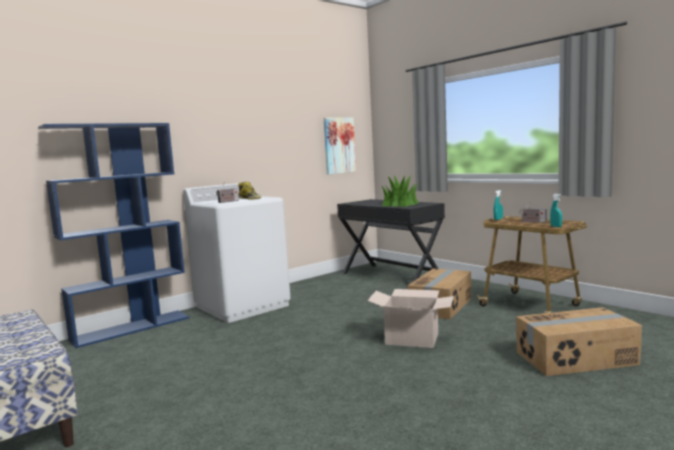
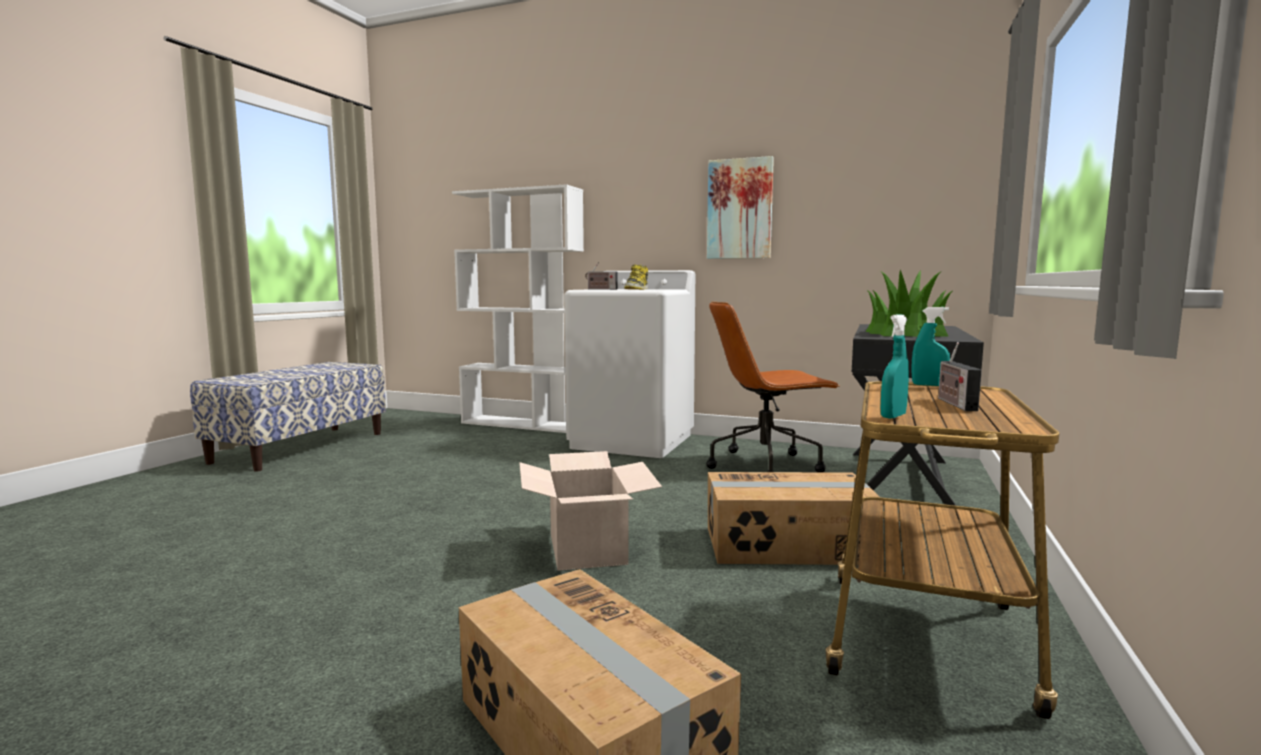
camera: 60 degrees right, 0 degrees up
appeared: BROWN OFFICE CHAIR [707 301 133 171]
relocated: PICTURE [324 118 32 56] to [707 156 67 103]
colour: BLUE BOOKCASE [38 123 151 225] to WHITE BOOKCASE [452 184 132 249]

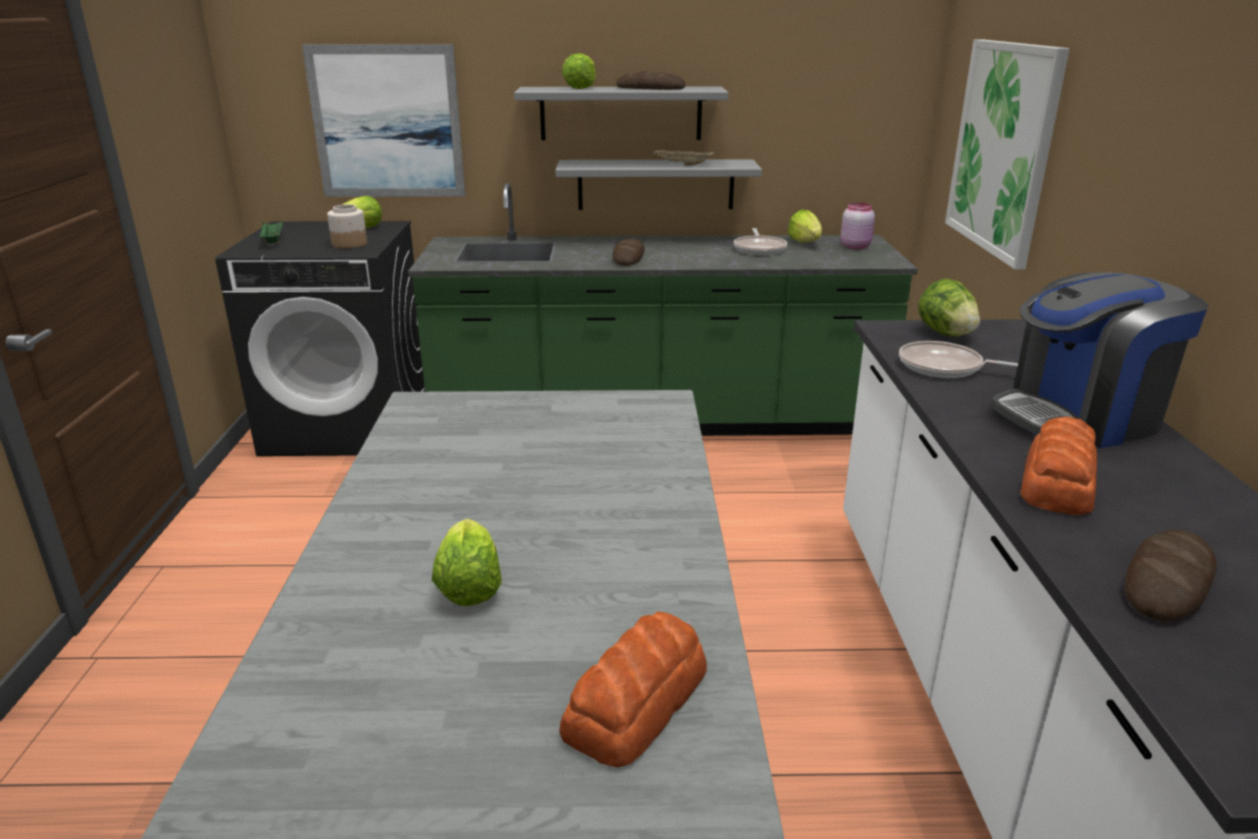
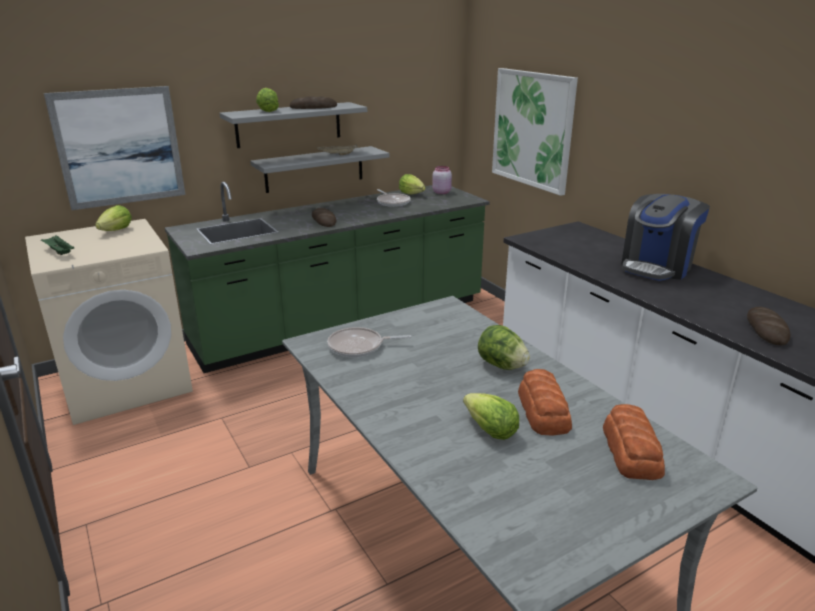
camera: 30 degrees left, 0 degrees up
missing: JAR [327 204 40 44]
relocated: LETTUCE [918 279 62 58] to [478 325 52 45]; FRYING PAN [899 341 119 37] to [327 327 85 30]; BREAD [1020 416 77 99] to [518 369 54 66]
colour: BLACK WASHING MACHINE [215 221 210 235] to BEIGE WASHING MACHINE [25 219 168 206]

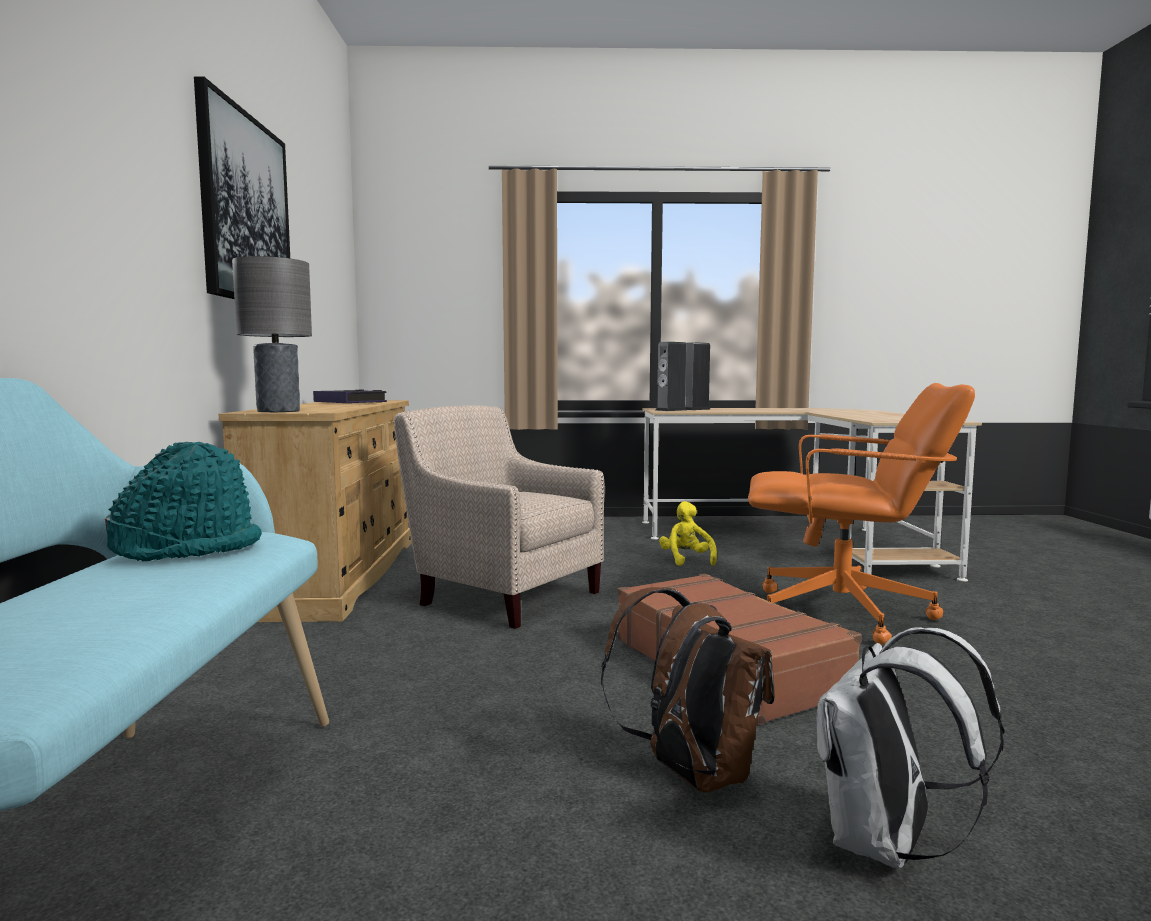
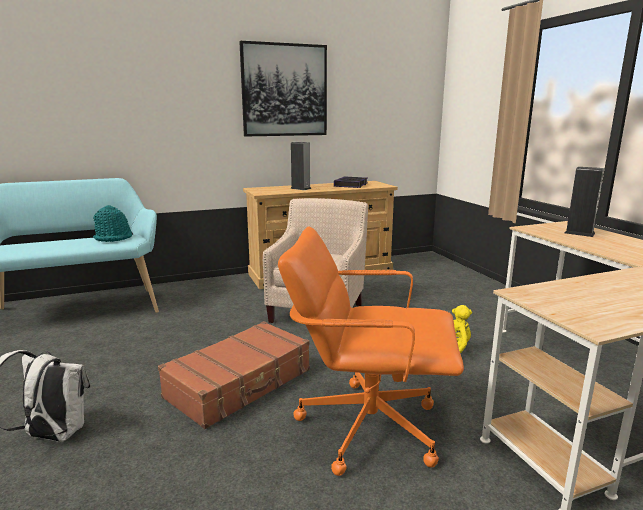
camera: 70 degrees right, 10 degrees up
missing: GREY TABLE LAMP [232 256 80 156]; BROWN BACKPACK [601 587 174 206]
relocated: SPEAKER [656 342 31 69] to [290 142 22 48]
spun: ORANGE OFFICE CHAIR [748 383 227 262] = [278 226 186 250] 105 degrees clockwise

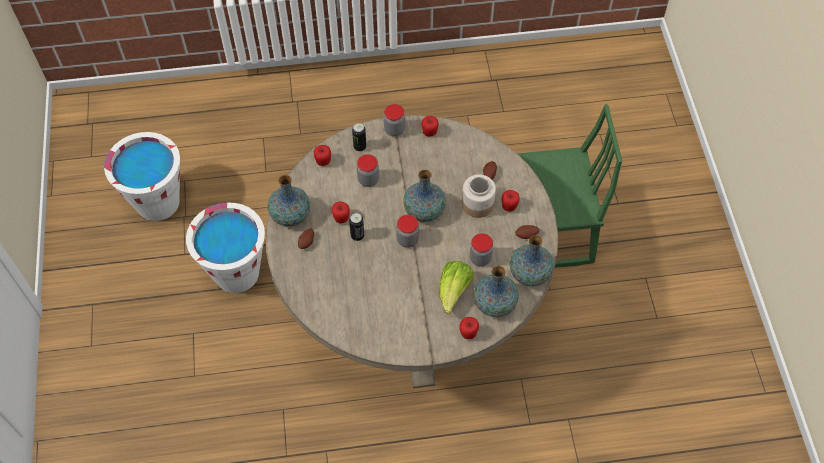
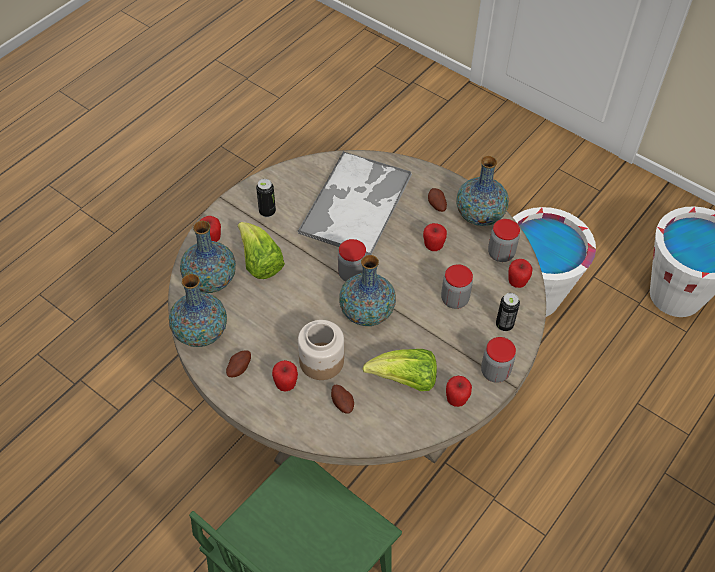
camera: 135 degrees right, 5 degrees down
appeared: TRAY [297 151 115 104]; LETTUCE [362 349 75 42]
relocated: CAN [349 213 15 28] to [256 179 20 38]; JAR [469 233 24 33] to [488 219 32 43]

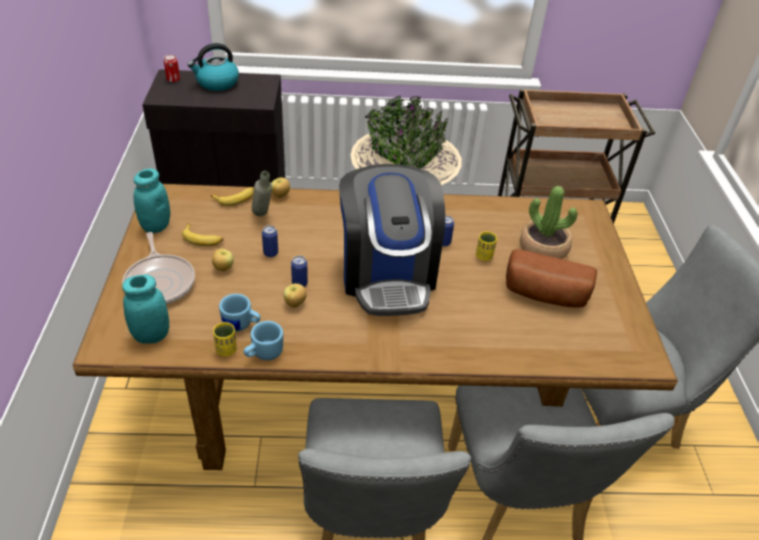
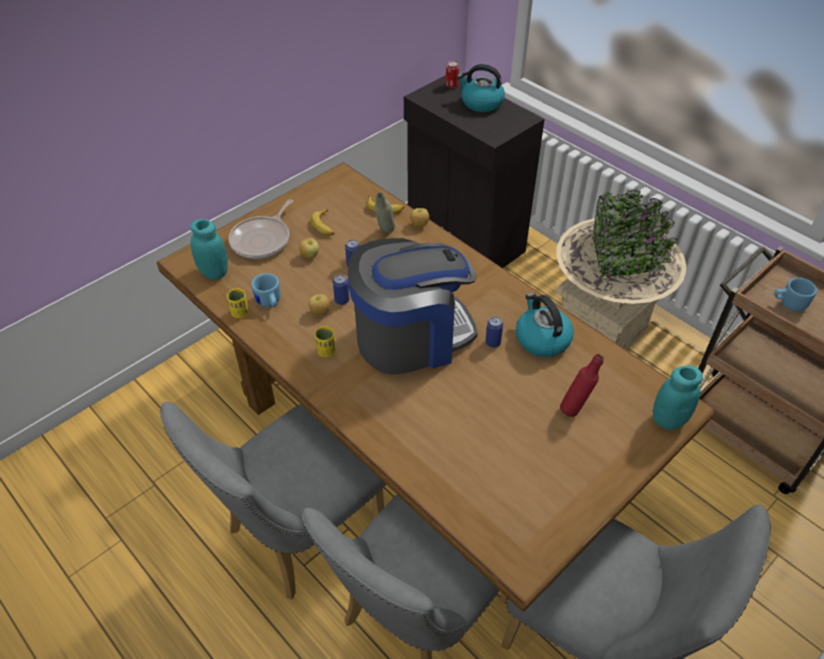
camera: 50 degrees right, 5 degrees up
missing: BREAD [506 249 91 58]
appeared: KETTLE [516 293 58 64]
relocated: TURQUOISE JAR [133 168 37 65] to [653 365 50 65]; YELLOW CUP [476 231 21 30] to [315 326 21 31]; BLUE MUG [244 321 39 39] to [774 278 43 34]
exchanged: POTTED PLANT [520 186 57 73] to RED BOTTLE [560 354 44 63]
spun: COFFEE MACHINE [339 164 106 152] = [348 238 130 137] 150 degrees counterclockwise

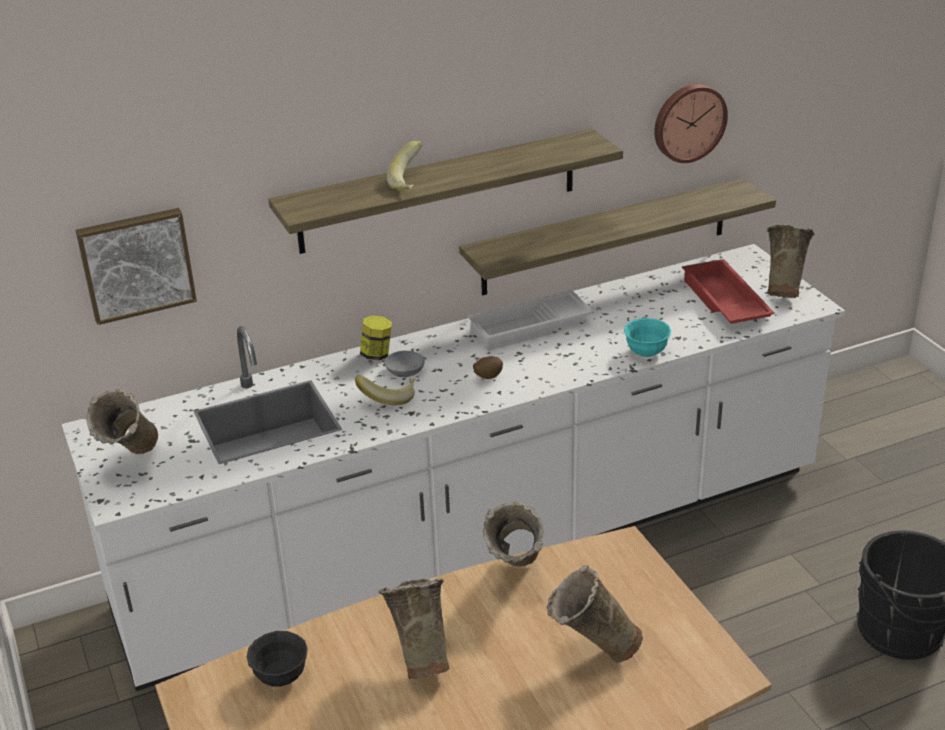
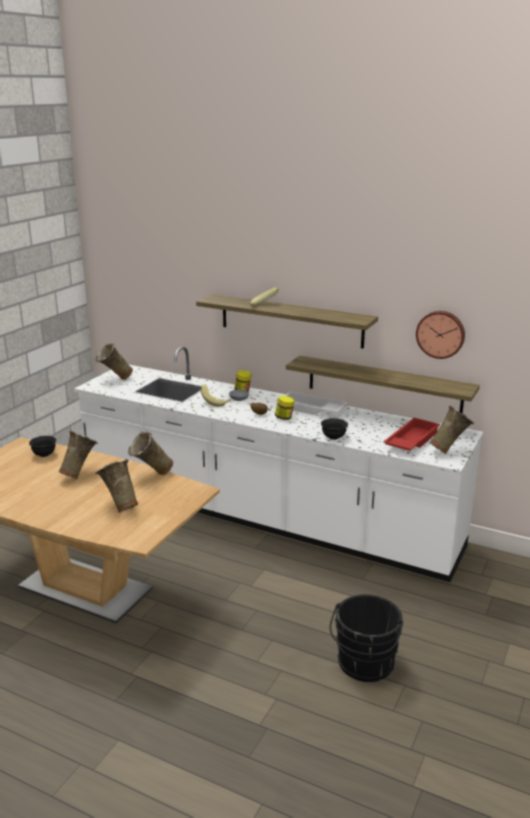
camera: 50 degrees right, 10 degrees down
missing: PICTURE [76 208 121 117]
appeared: JAR [275 396 20 24]
colour: TURQUOISE BOWL [624 318 47 39] to BLACK BOWL [321 418 27 22]

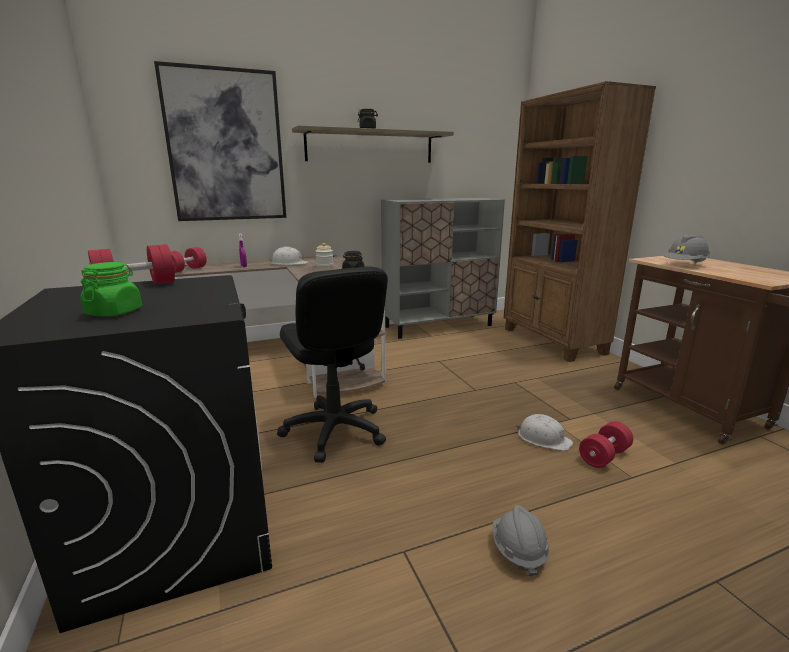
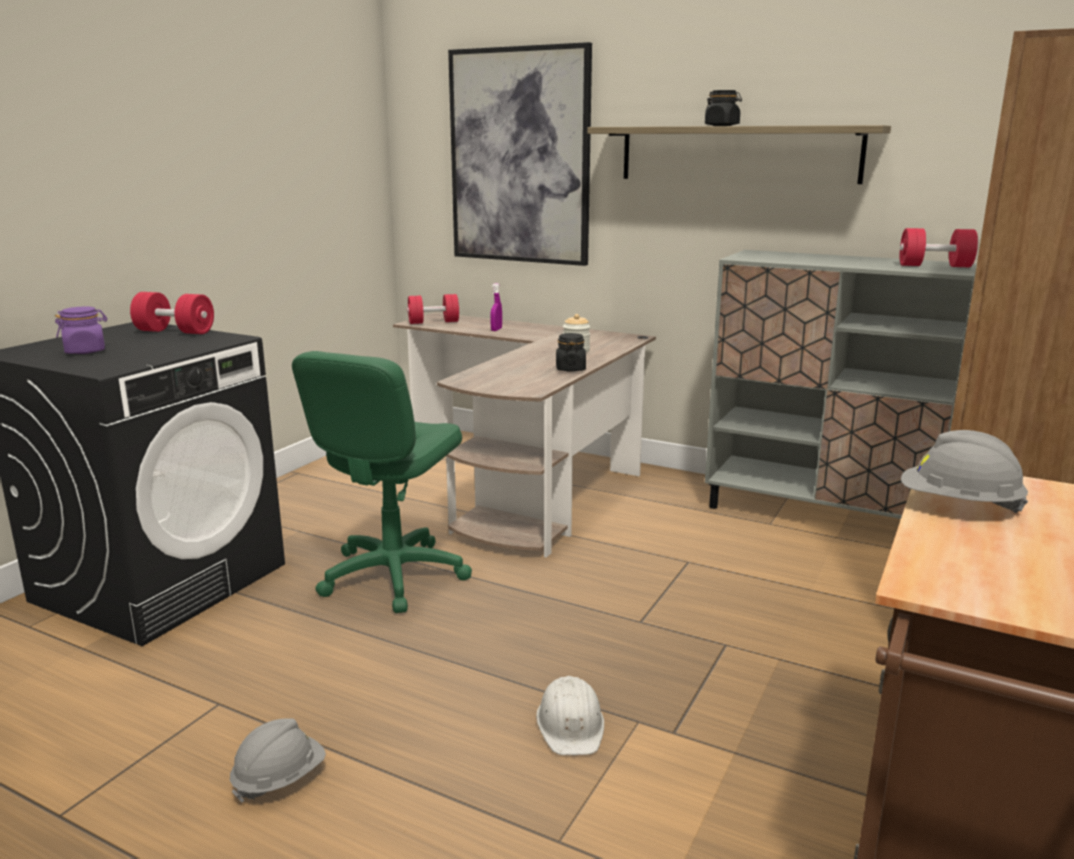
camera: 50 degrees right, 0 degrees up
missing: WHITE HARD HAT [269 247 39 18]
relocated: RED DUMBBELL [579 421 54 47] to [900 228 78 39]
colour: GREEN JAR [81 262 61 54] to PURPLE JAR [55 306 52 48]; BLACK OFFICE CHAIR [277 266 111 197] to GREEN OFFICE CHAIR [292 351 180 262]

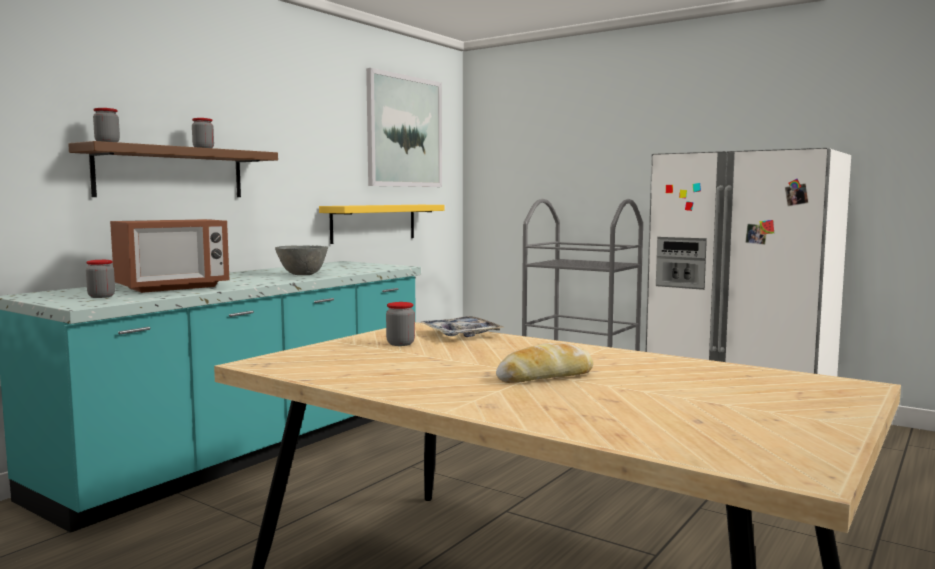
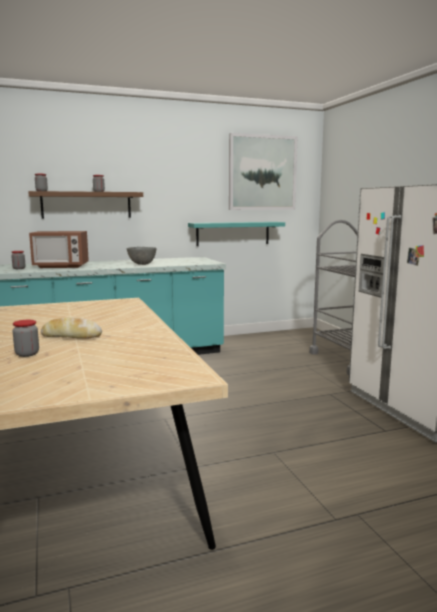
camera: 35 degrees right, 5 degrees up
missing: TRAY [420 316 83 21]
relocated: JAR [386 302 29 44] to [13 320 26 37]
colour: YELLOW SHELF [319 205 126 39] to TURQUOISE SHELF [188 222 97 24]

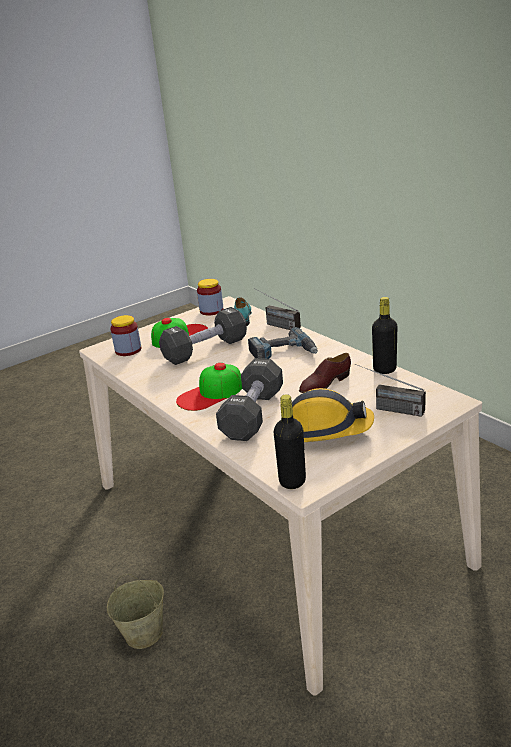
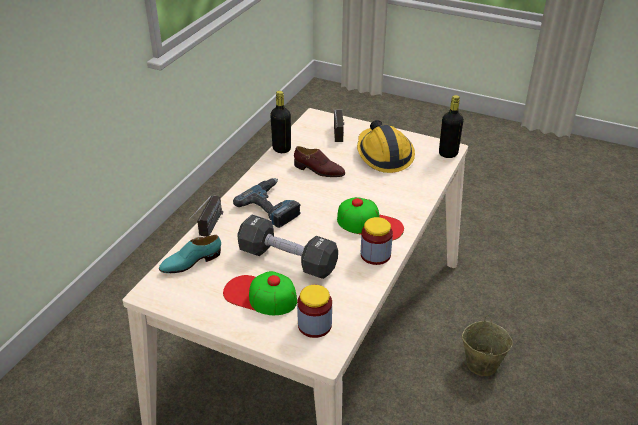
camera: 120 degrees left, 10 degrees up
missing: BLACK DUMBBELL [216 358 67 83]
relocated: JAR [197 279 27 36] to [361 217 32 48]

